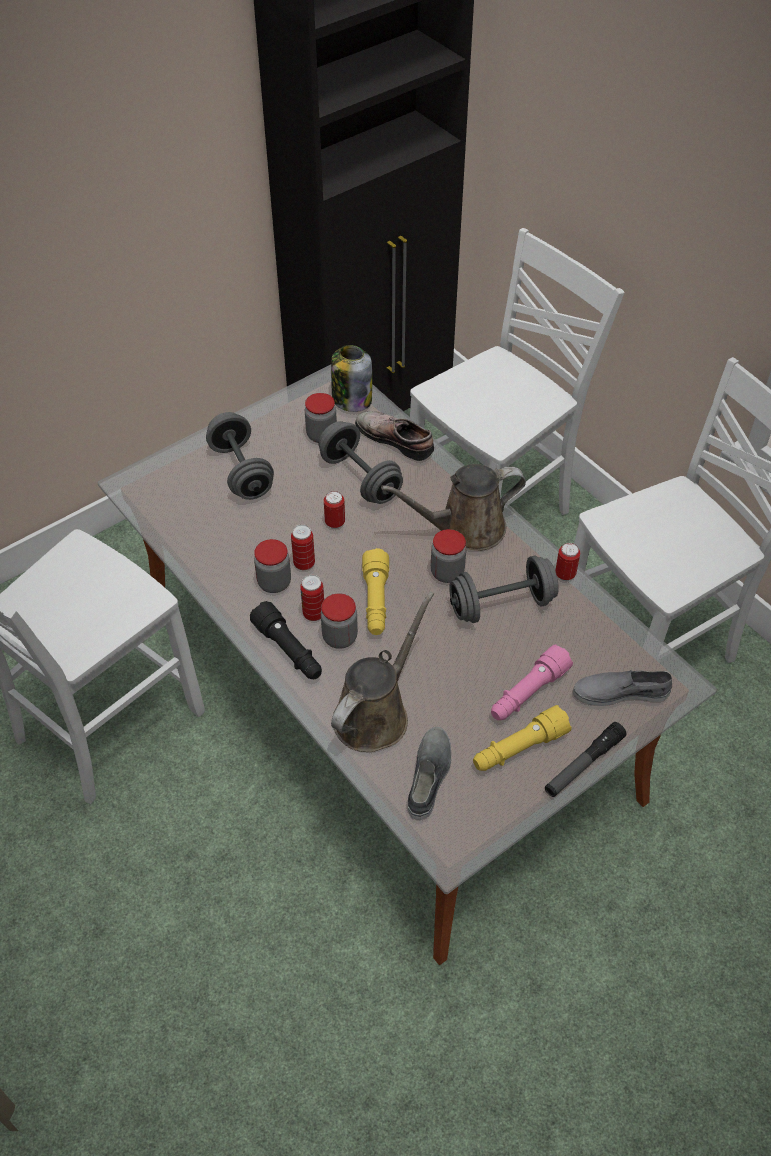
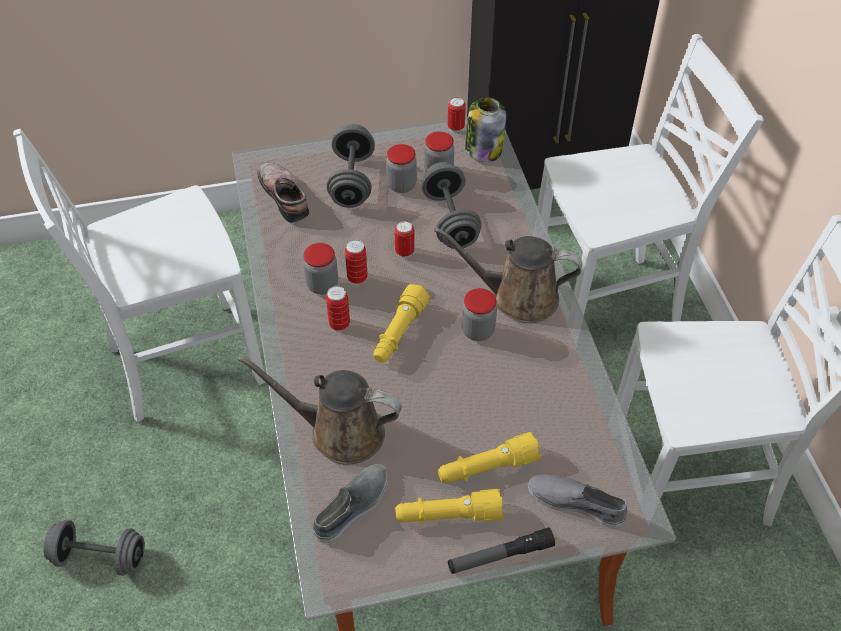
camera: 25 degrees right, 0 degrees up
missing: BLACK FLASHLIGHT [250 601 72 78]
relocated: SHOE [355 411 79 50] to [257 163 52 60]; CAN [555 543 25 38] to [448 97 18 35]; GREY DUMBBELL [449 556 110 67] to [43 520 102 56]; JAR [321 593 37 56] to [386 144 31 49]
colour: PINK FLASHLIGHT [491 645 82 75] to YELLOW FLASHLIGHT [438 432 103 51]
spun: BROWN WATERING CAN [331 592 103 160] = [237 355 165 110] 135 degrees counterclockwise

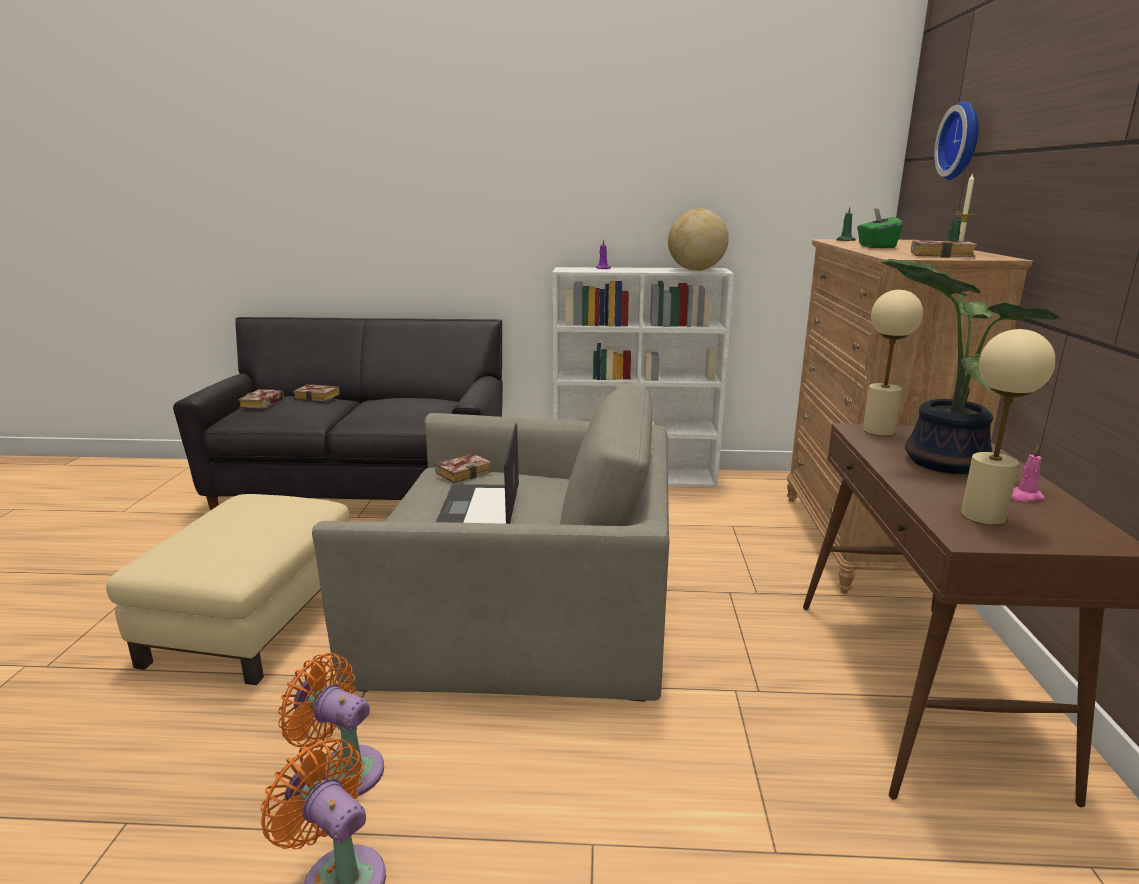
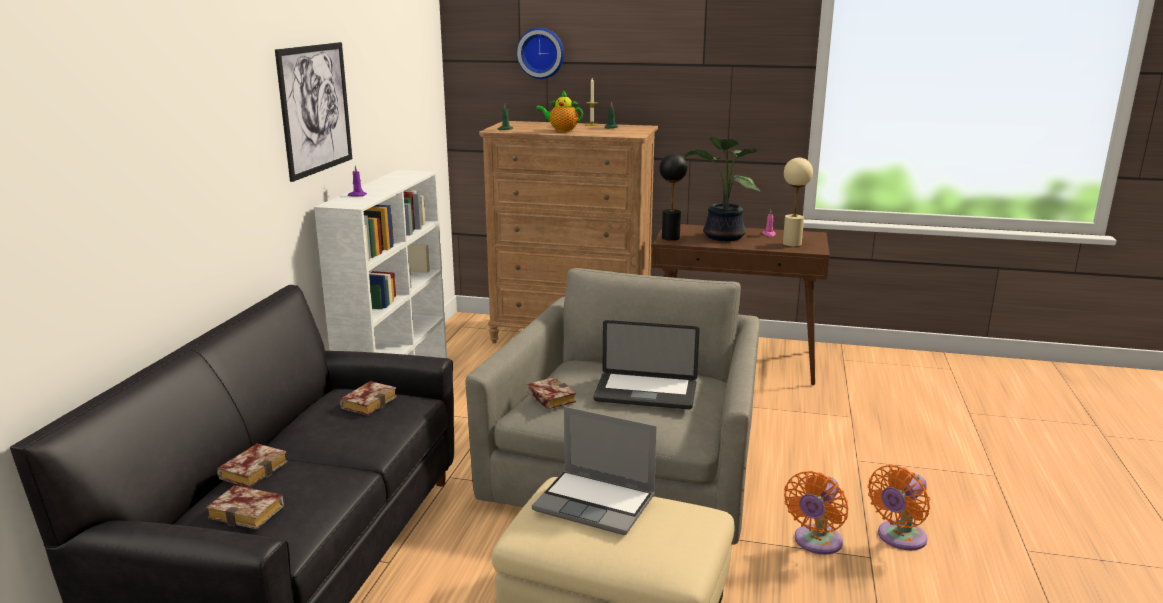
camera: 80 degrees left, 0 degrees up
missing: GLOBE [668 209 61 62]
appeared: PICTURE [275 42 77 140]; LAPTOP [532 406 125 129]
relocated: BOOK [911 240 66 18] to [340 381 57 34]
exchanged: GREEN TISSUE BOX [857 208 46 40] to TEAPOT [536 91 47 41]
colour: BEIGE TABLE LAMP [863 290 60 146] to BLACK TABLE LAMP [659 154 28 87]

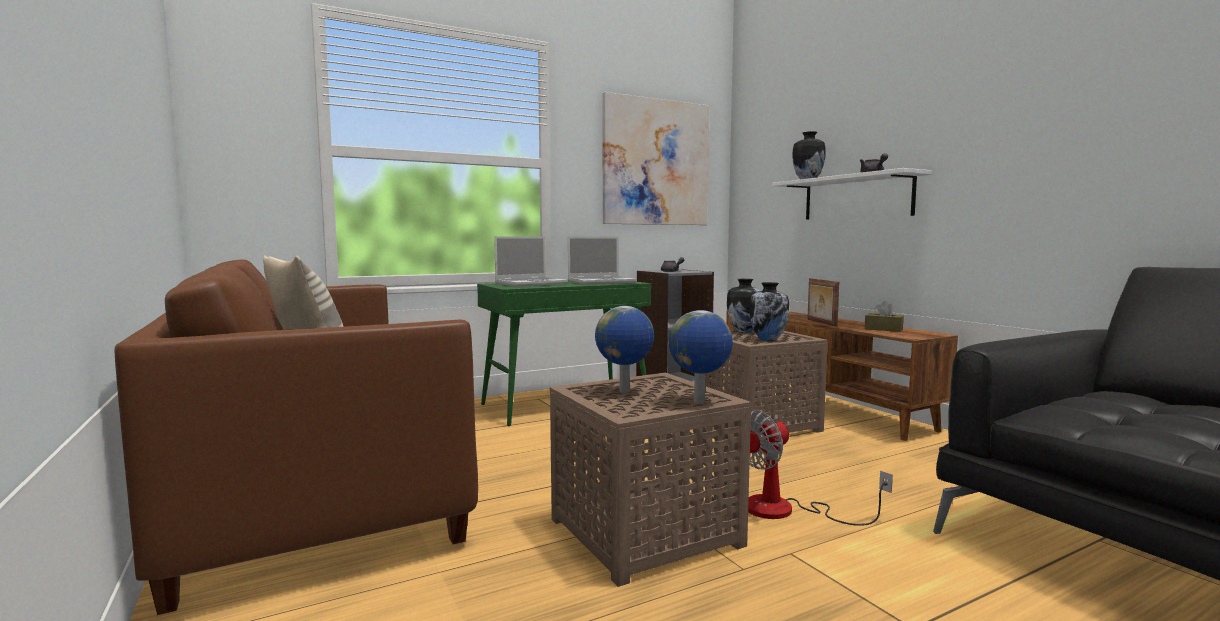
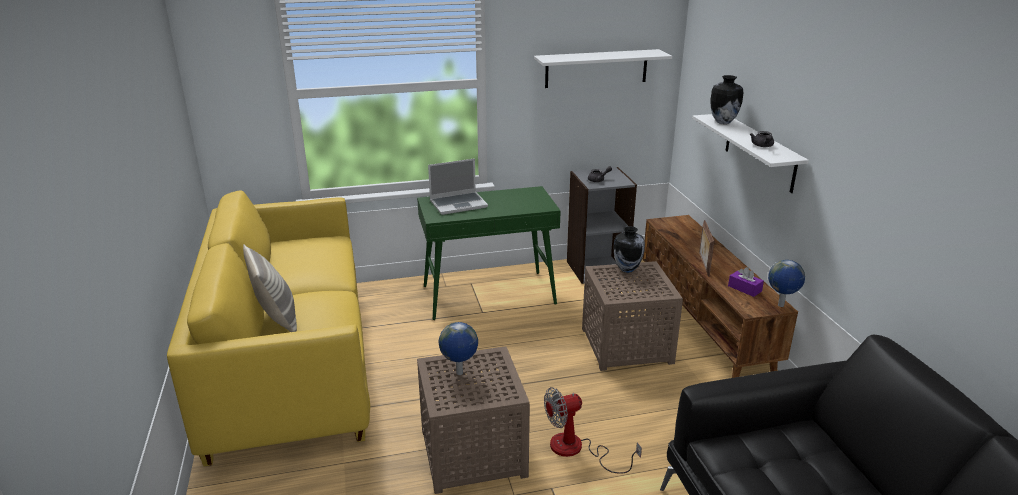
camera: 15 degrees right, 20 degrees up
missing: LAPTOP [568 237 68 48]; VASE [749 282 40 59]
relocated: GLOBE [669 310 64 93] to [768 260 37 47]
exchanged: PICTURE [603 92 106 133] to WHITE SHELF [534 49 139 39]
colour: BROWN SOFA [115 260 363 355] to YELLOW SOFA [167 190 203 276]; BROWN TISSUE BOX [865 301 39 31] to PURPLE TISSUE BOX [728 267 36 30]

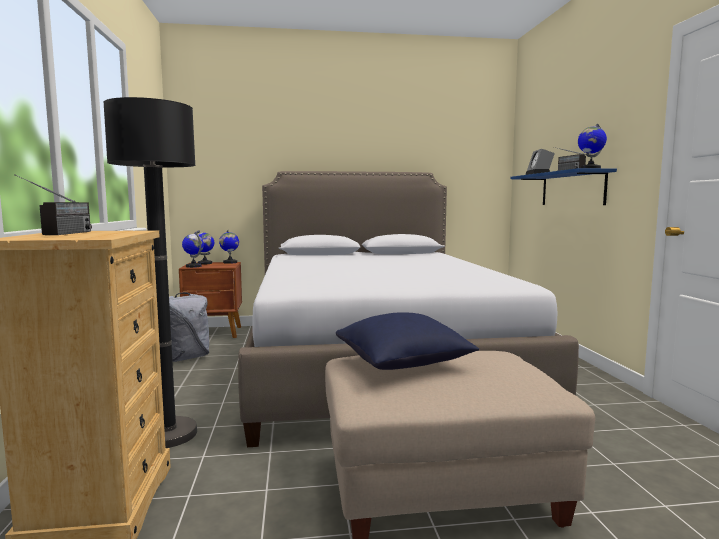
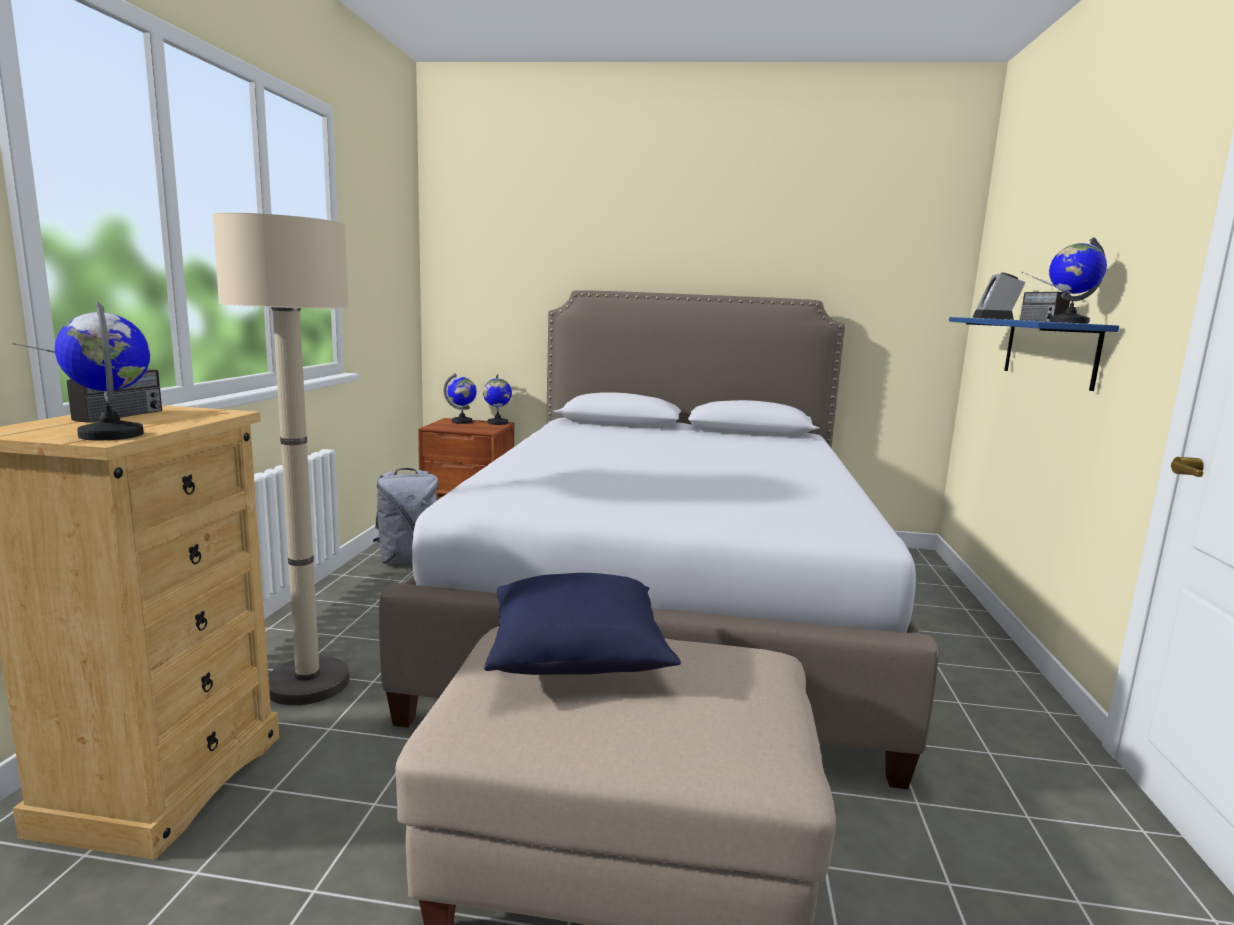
camera: 15 degrees right, 5 degrees up
relocated: GLOBE [182 232 22 36] to [55 302 95 138]
colour: BLACK FLOOR LAMP [103 97 94 351] to BEIGE FLOOR LAMP [212 213 138 492]

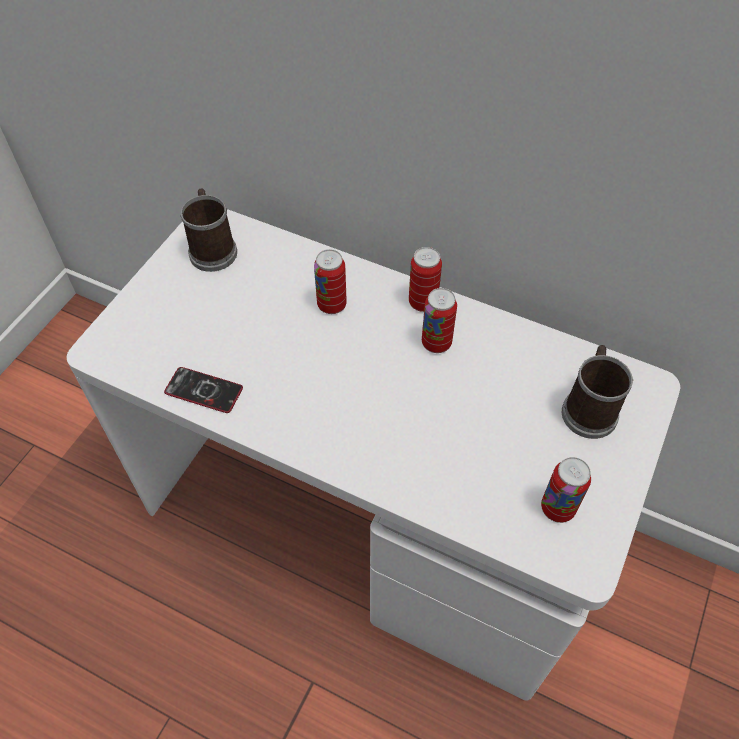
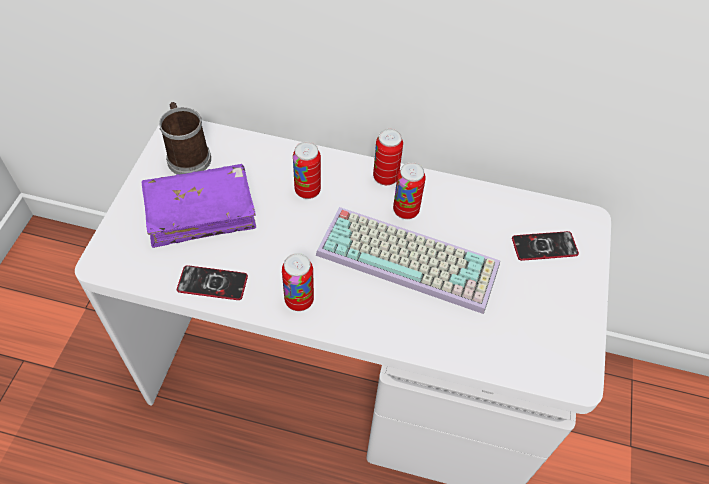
camera: 15 degrees left, 0 degrees up
appeared: PURPLE BOOK [142 164 114 84]; KEYBOARD [316 207 184 107]
relocated: CAN [541 457 50 66] to [282 253 32 58]
exchanged: MUG [562 345 71 94] to PHONE [512 231 67 30]

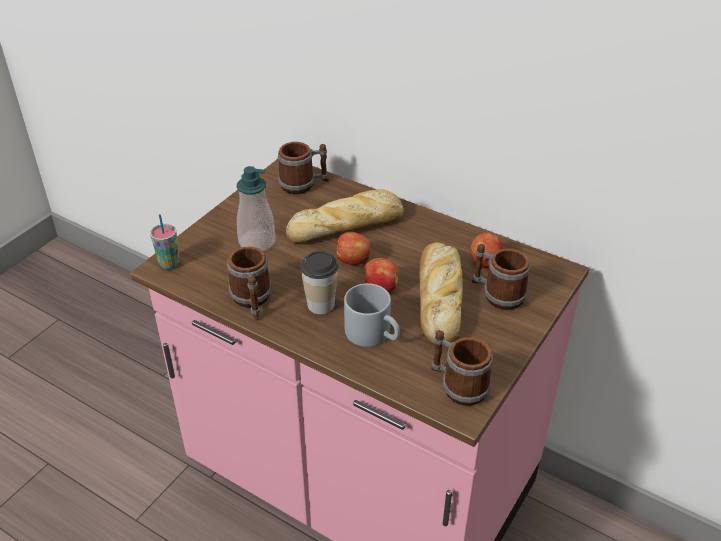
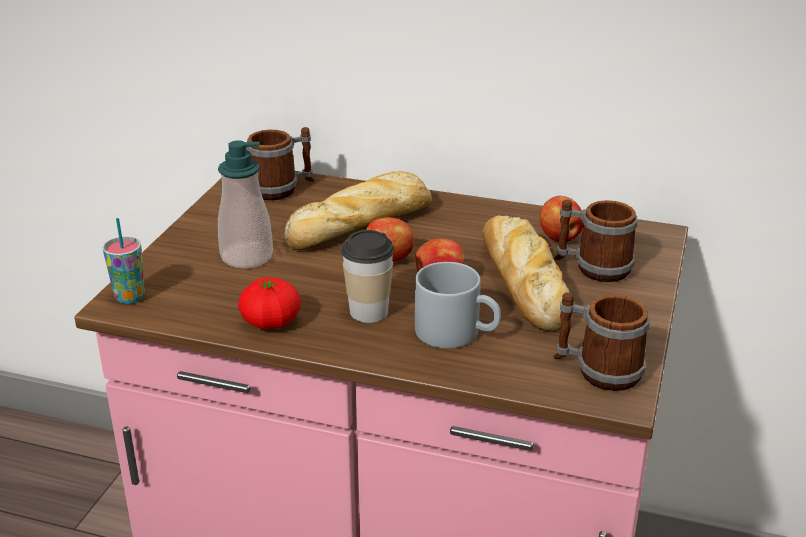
camera: 15 degrees left, 10 degrees down
exchanged: MUG [227 247 45 74] to TOMATO [238 277 63 52]

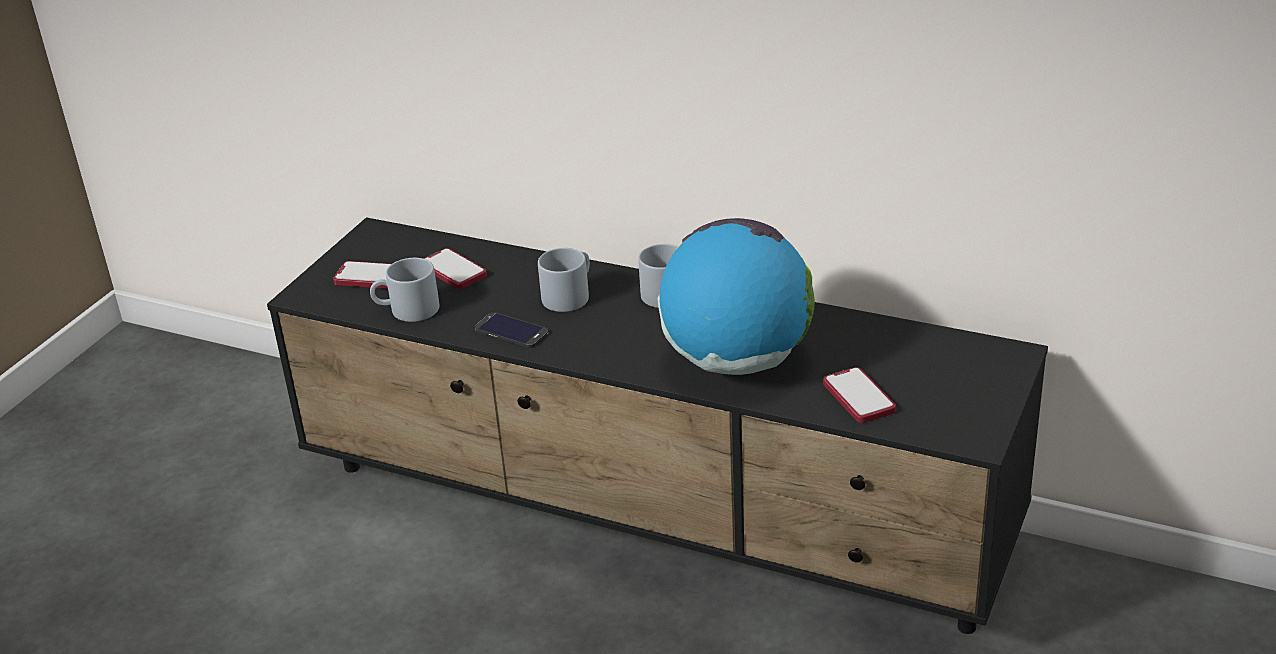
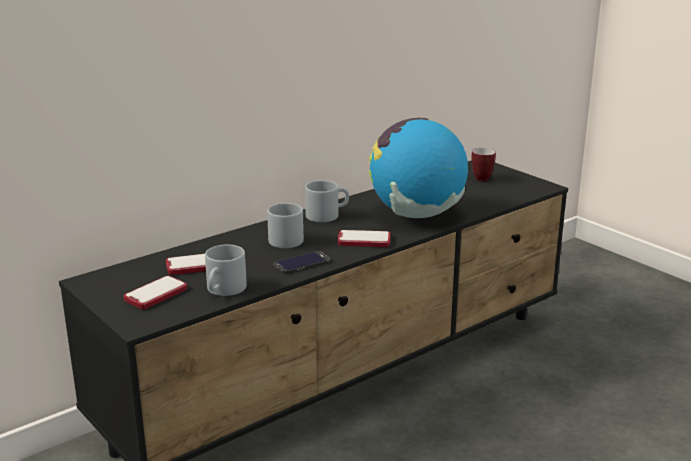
camera: 65 degrees left, 10 degrees down
appeared: MUG [472 148 24 33]
relocated: PHONE [823 367 73 56] to [338 230 52 17]

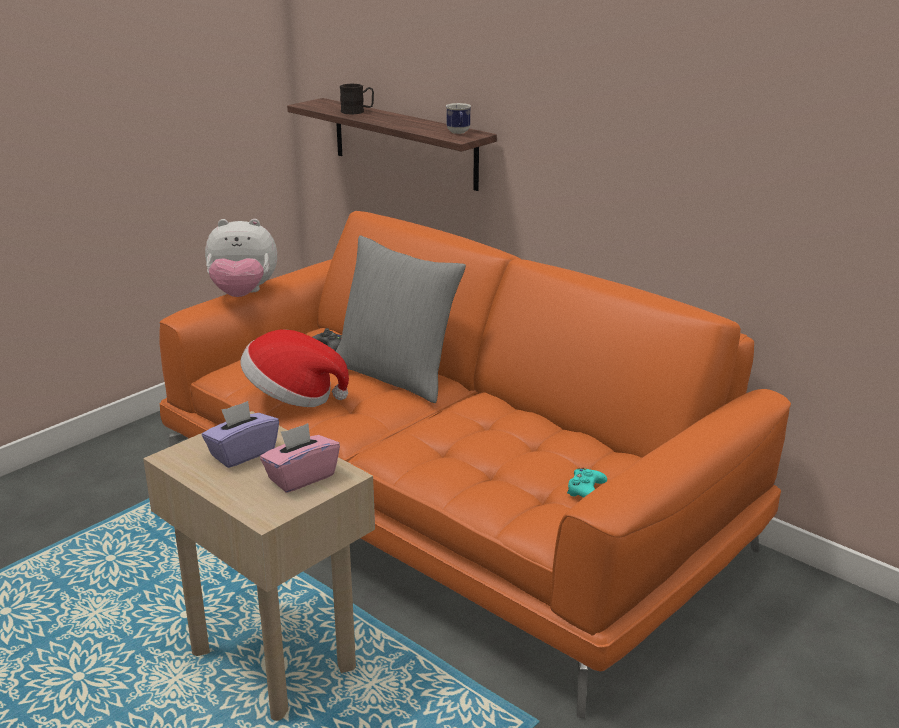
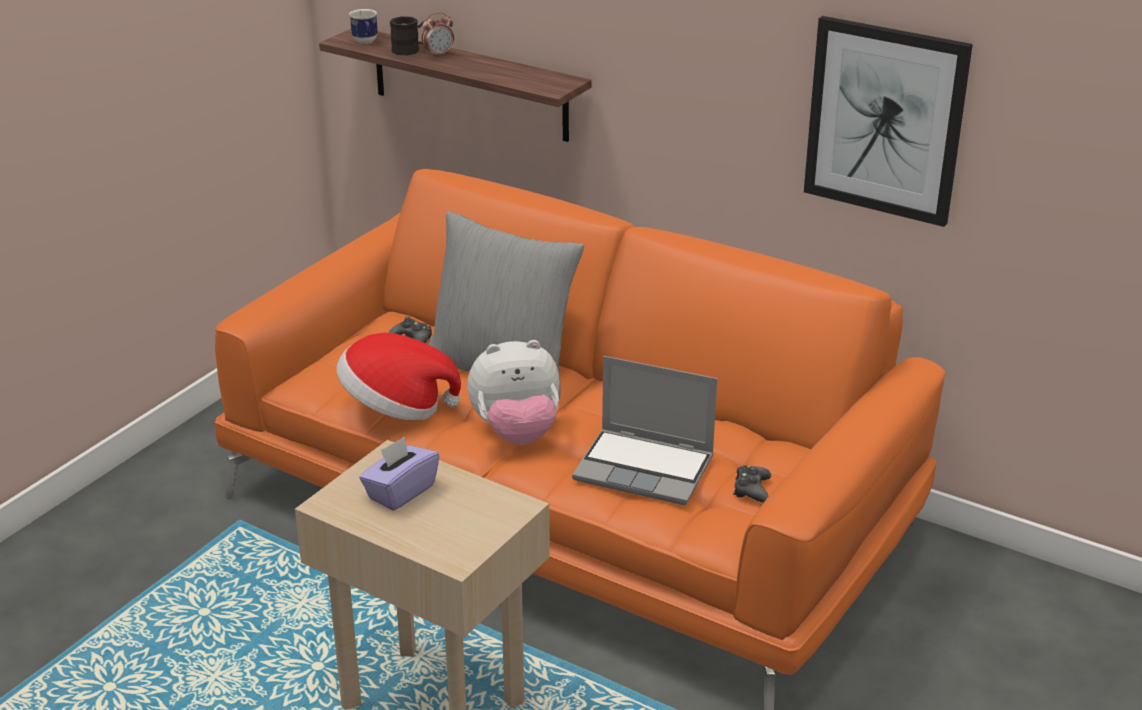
camera: 10 degrees left, 5 degrees up
missing: PINK TISSUE BOX [260 423 80 70]
appeared: ALARM CLOCK [421 12 33 46]; PICTURE [804 16 169 211]; LAPTOP [572 356 145 149]
relocated: MUG [446 103 25 31] to [349 9 29 35]; PLUSH TOY [205 219 72 78] to [467 340 93 105]
colour: TURQUOISE GAME CONTROLLER [567 468 40 30] to BLACK GAME CONTROLLER [733 465 38 38]

